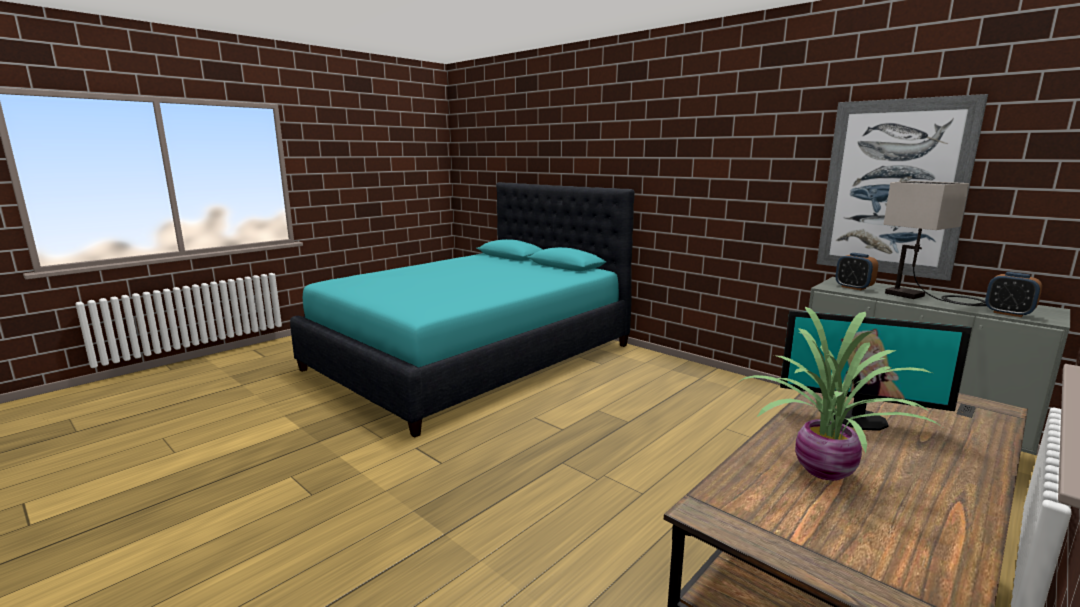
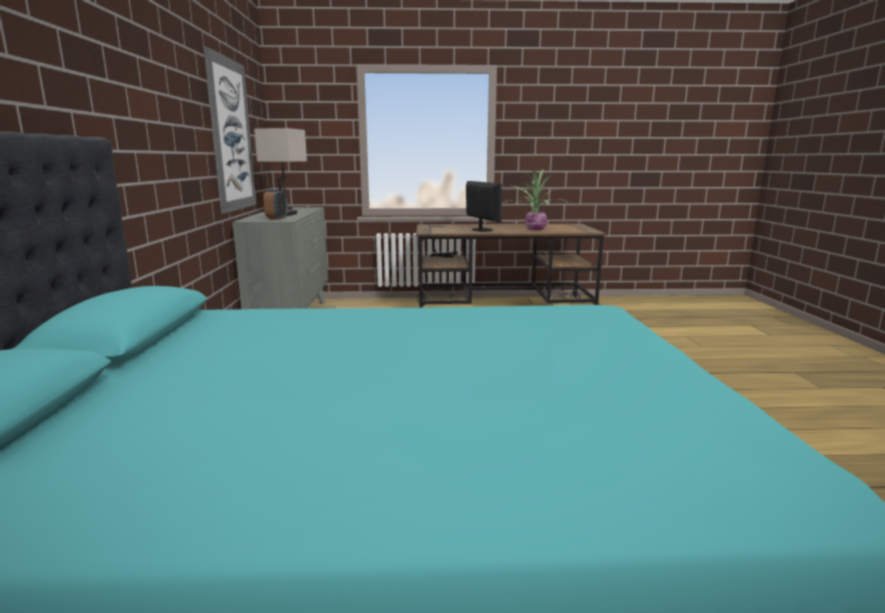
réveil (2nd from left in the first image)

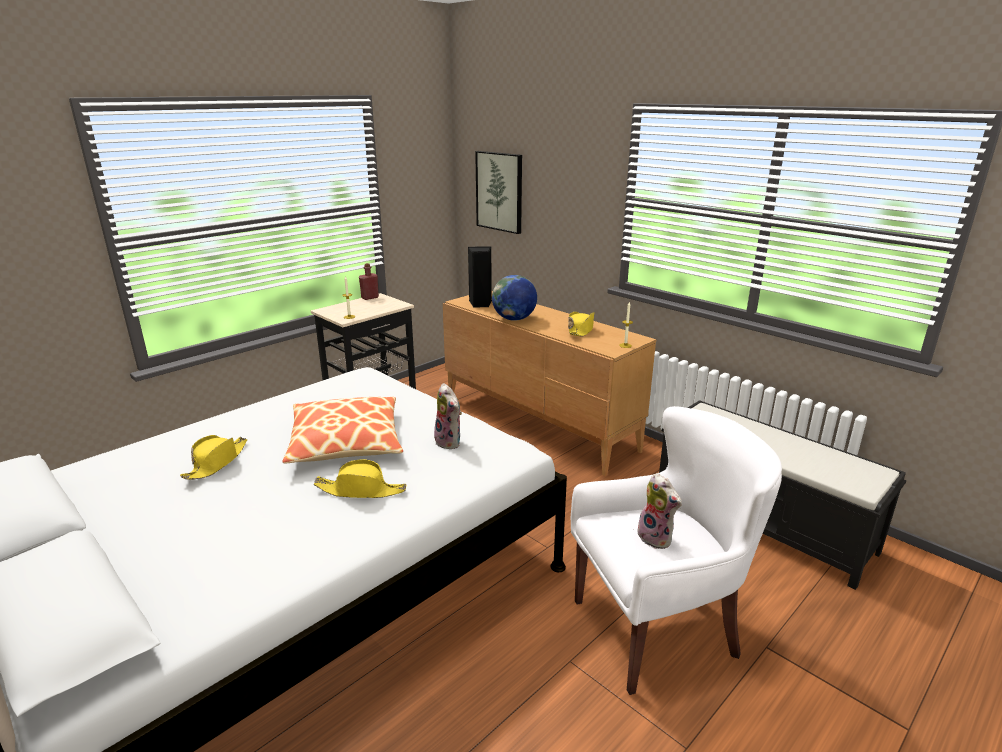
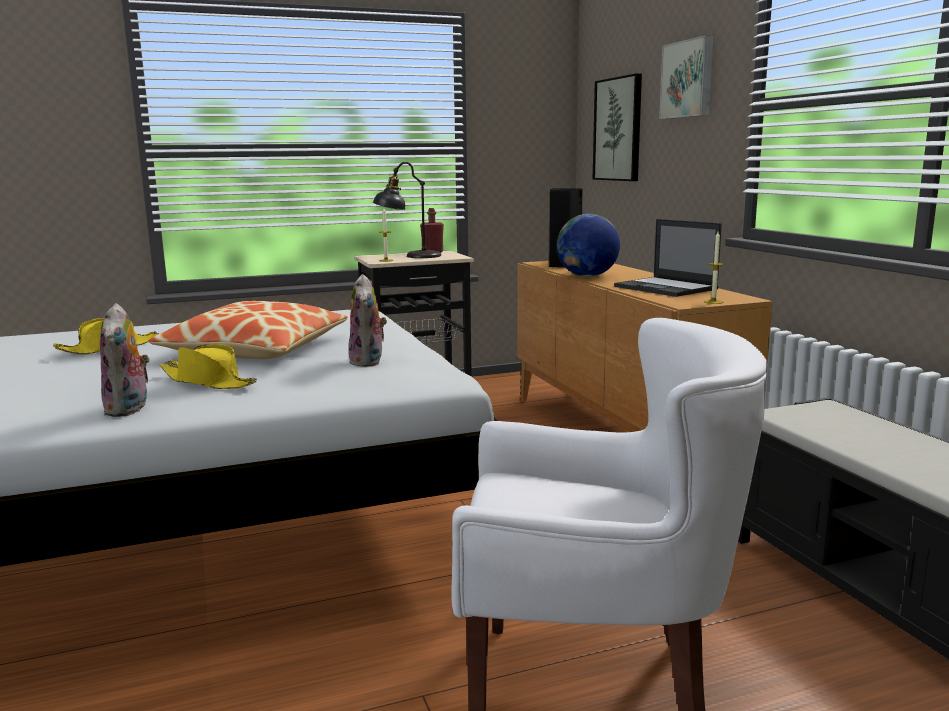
lampe de table [gris]; tableau (2nd from left); peluche (1st from left); ordinateur portable

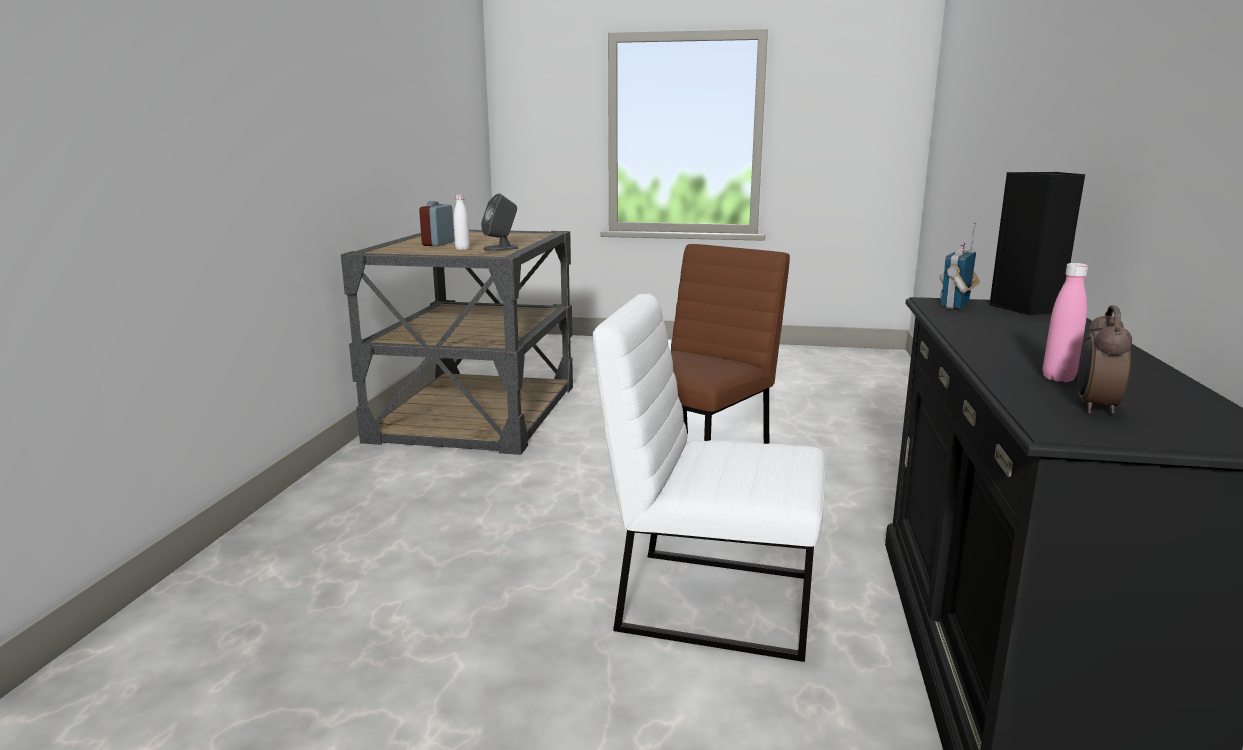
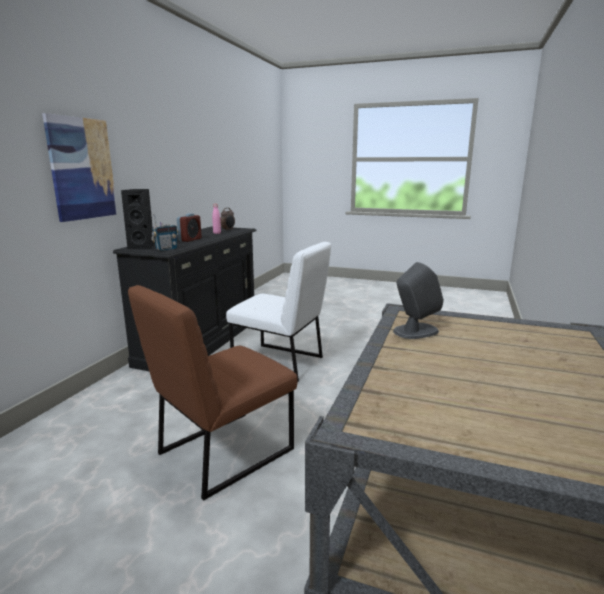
bouteille [blanc]; tableau; réveil (1st from left)

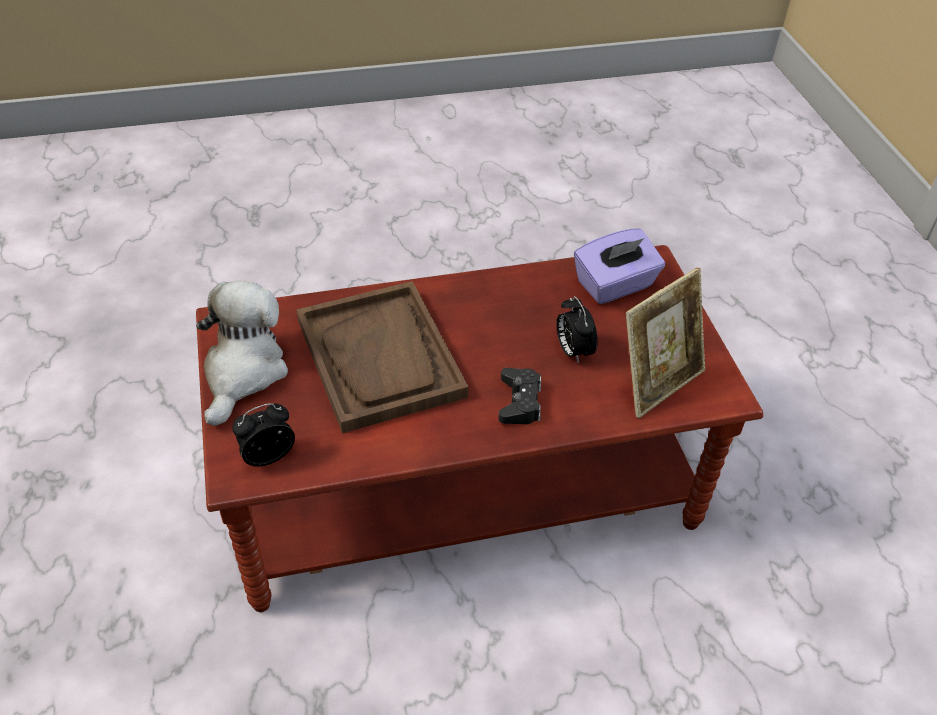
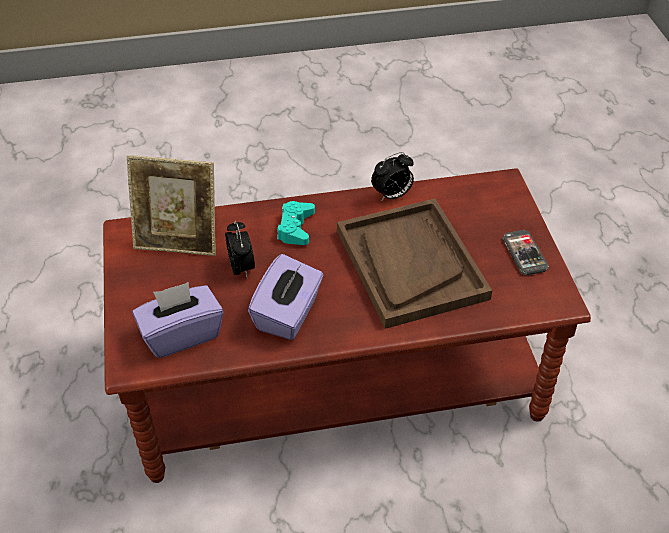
boîte à mouchoirs [violet] (2nd from left); réveil (2nd from left); téléphone; manette [turquoise]; cadre photo

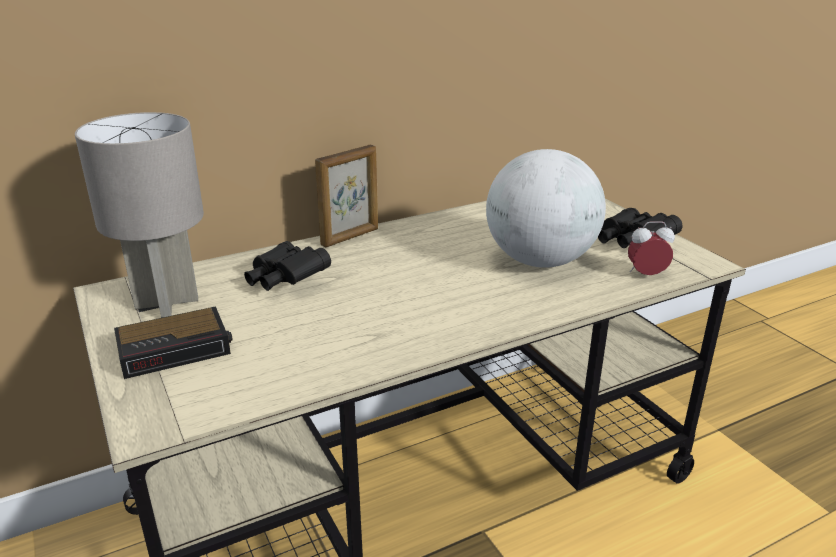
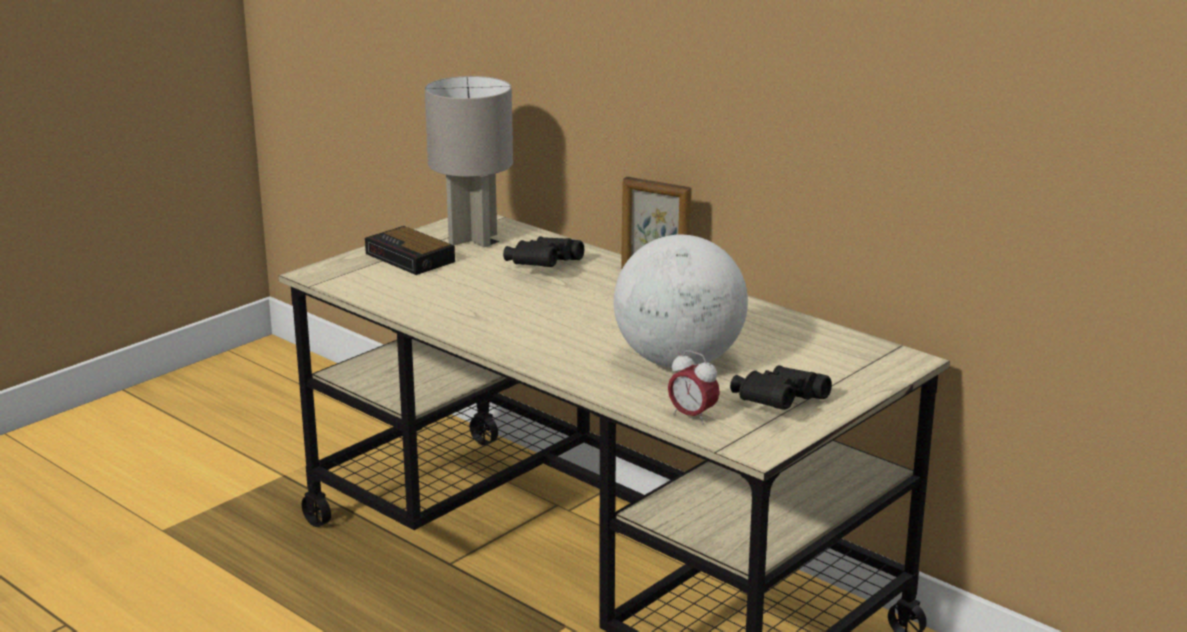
réveil (2nd from left)

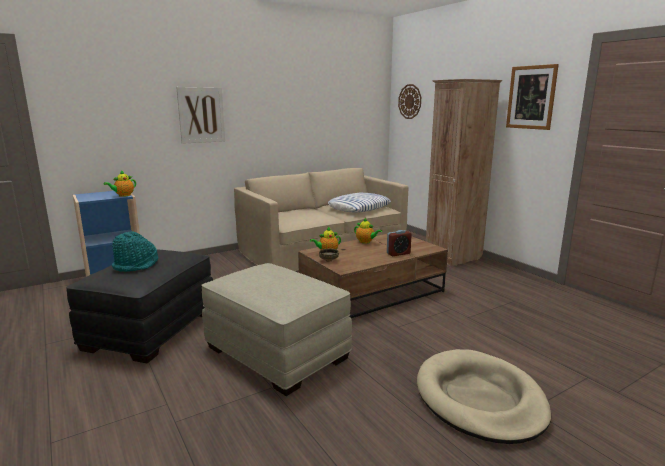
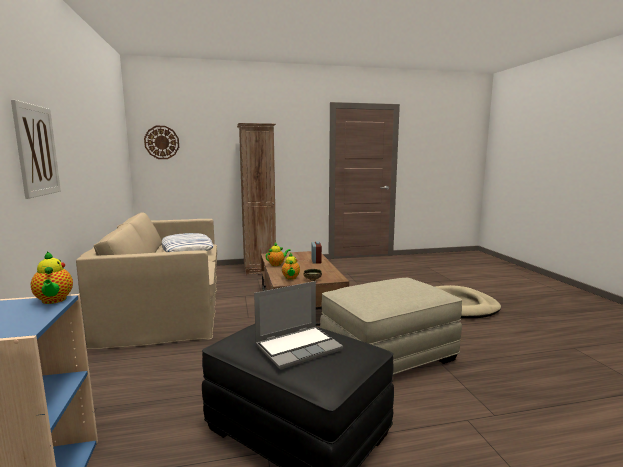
tableau (2nd from left in the first image); ordinateur portable

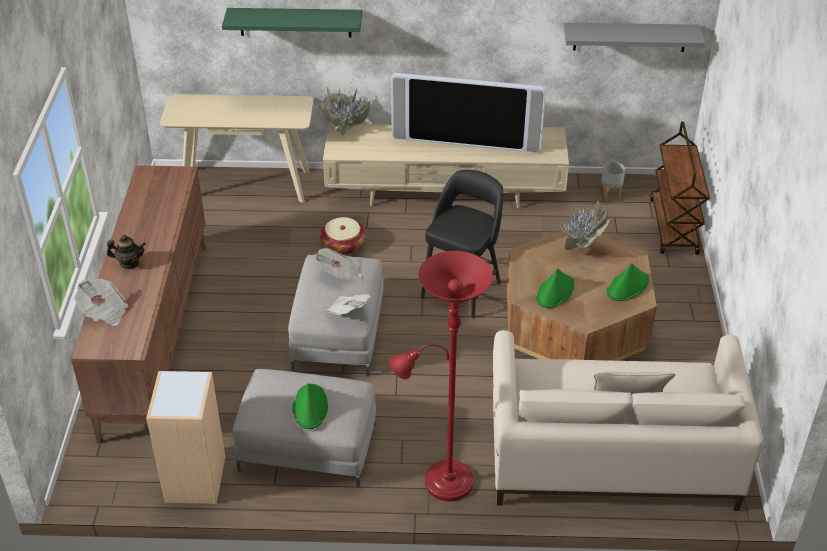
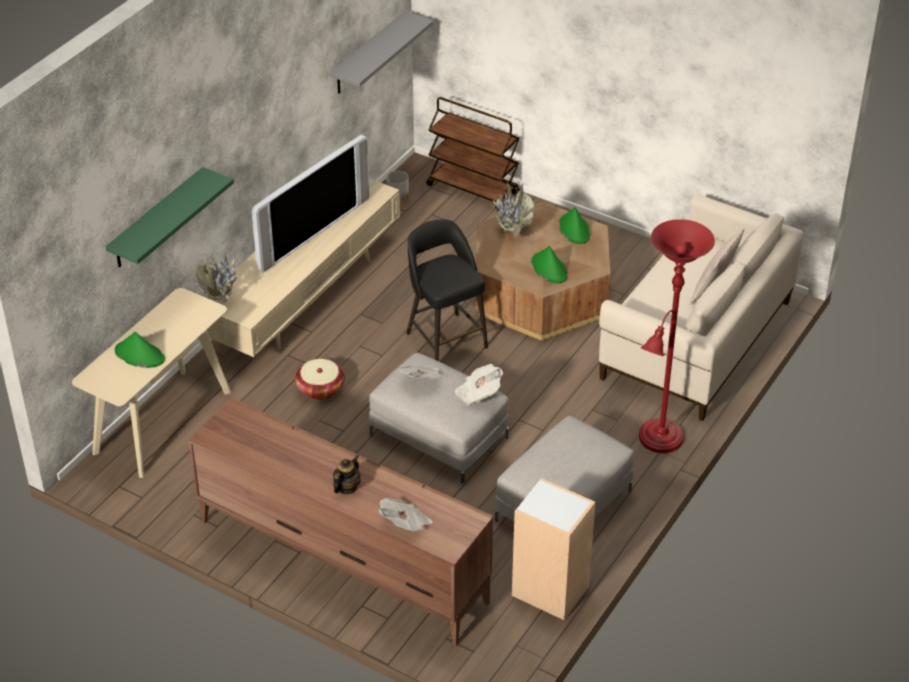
chapeau [vert] (1st from left)

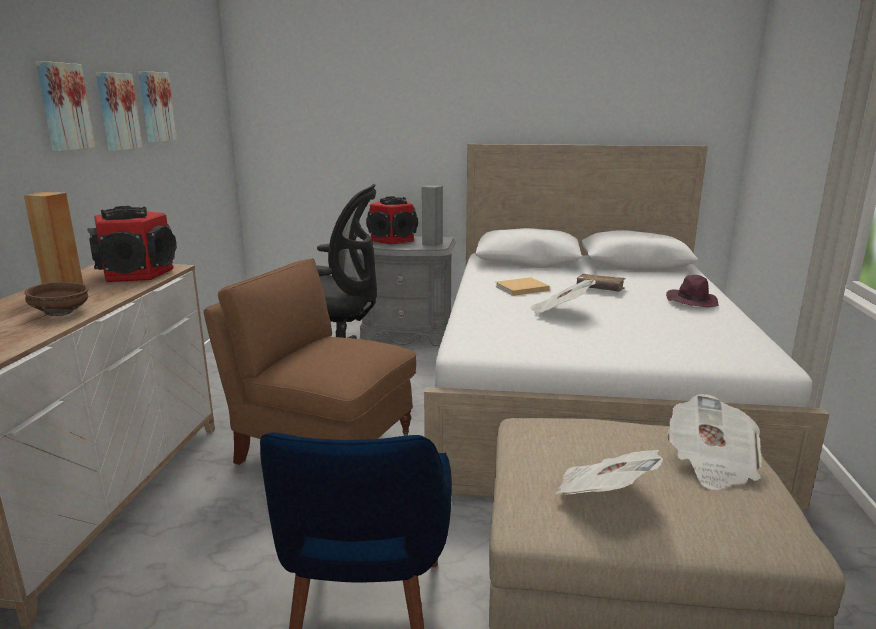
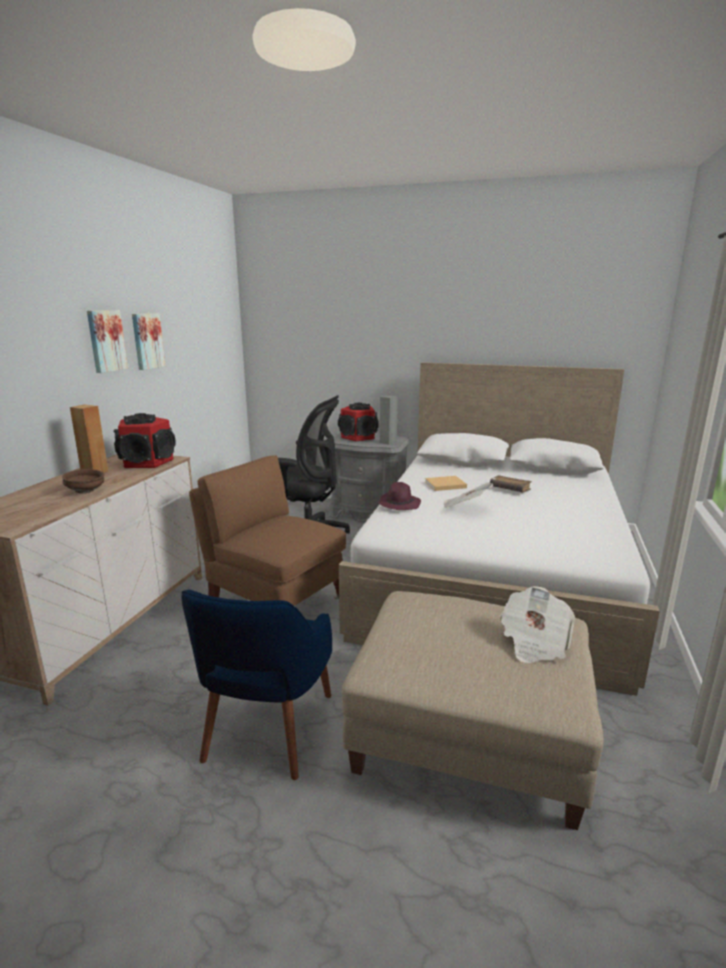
tableau (3rd from left in the first image); journal (2nd from left in the first image); chapeau [violet]

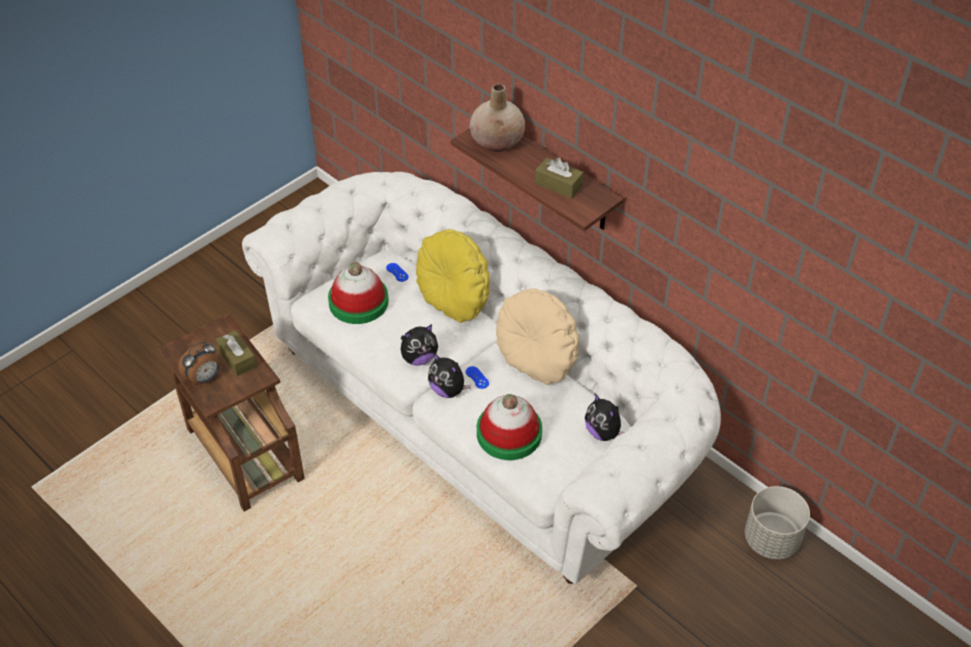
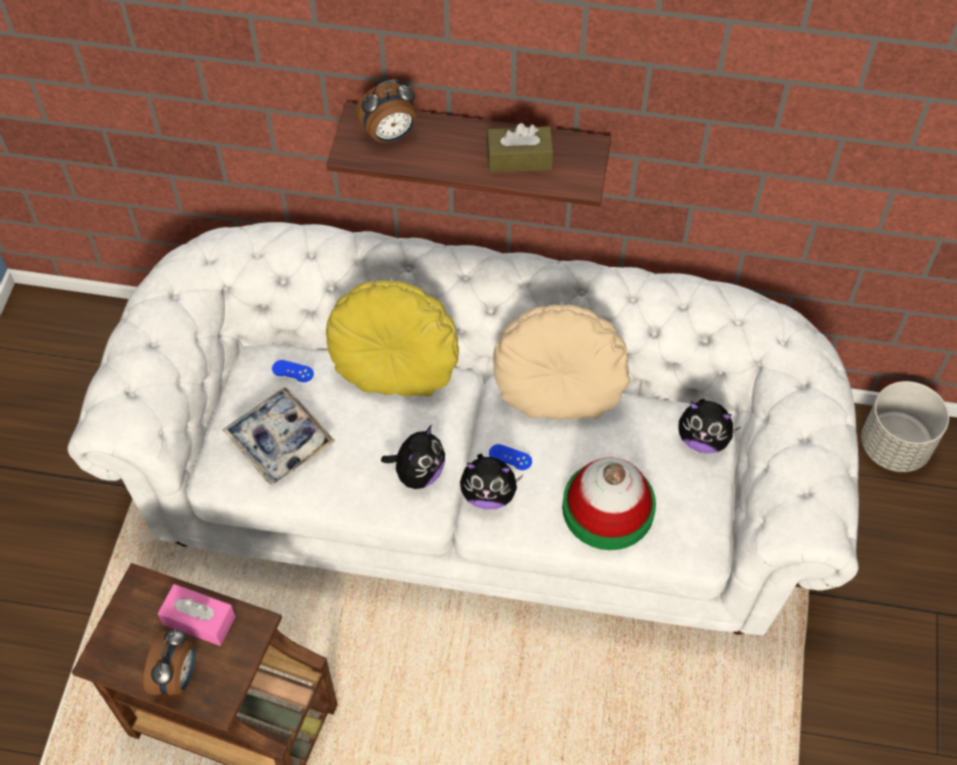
plateau; réveil (2nd from left); boîte à mouchoirs [rose]

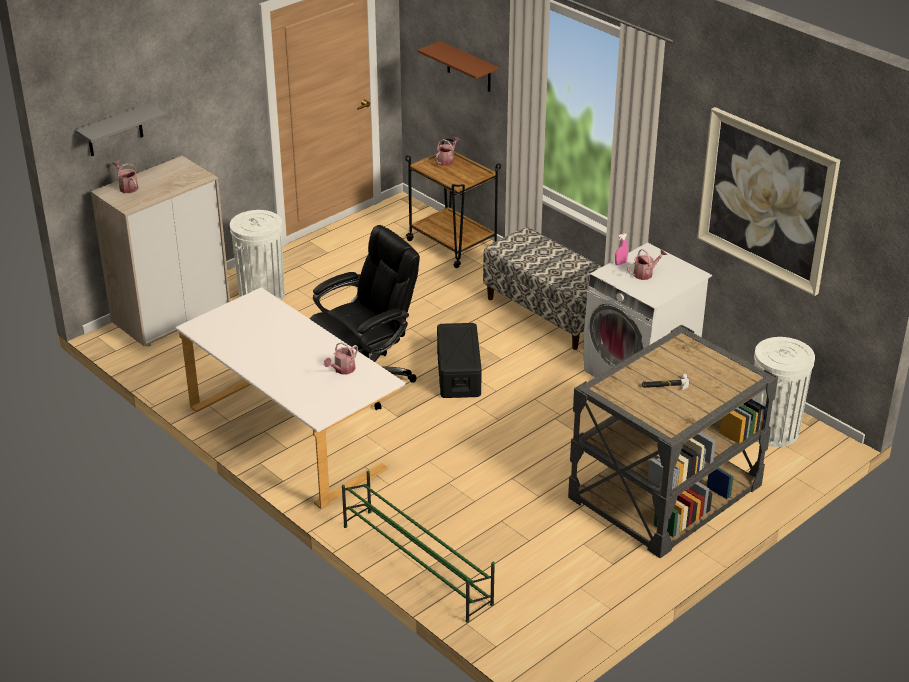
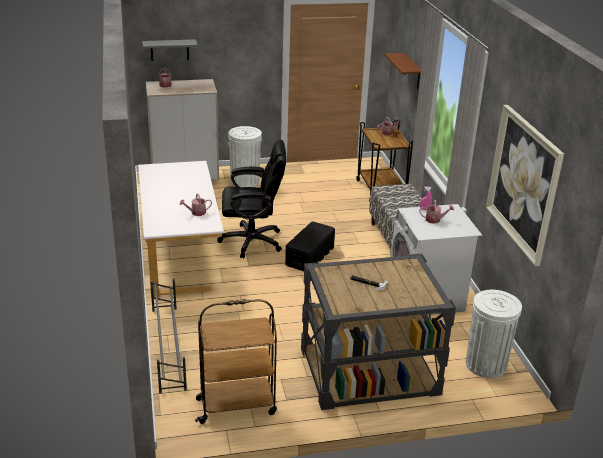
chariot [marron] (1st from left); étagère à chaussures [gris]

